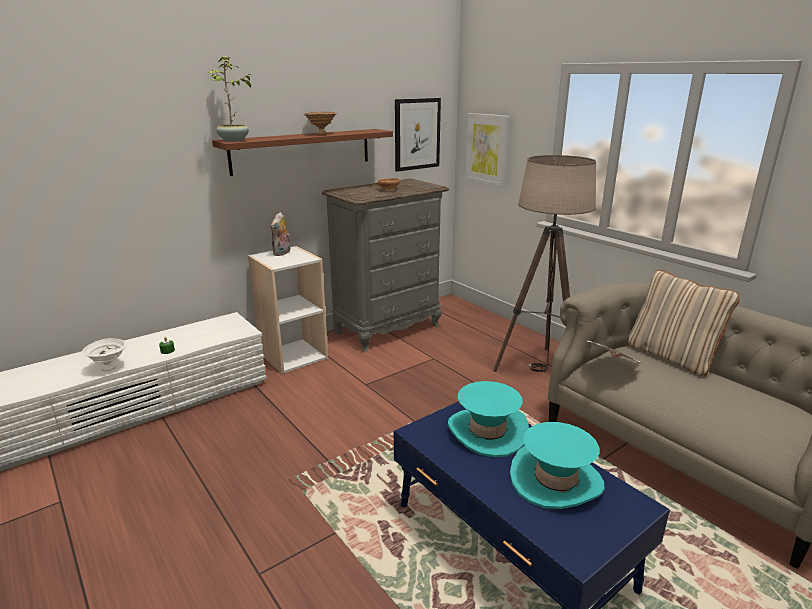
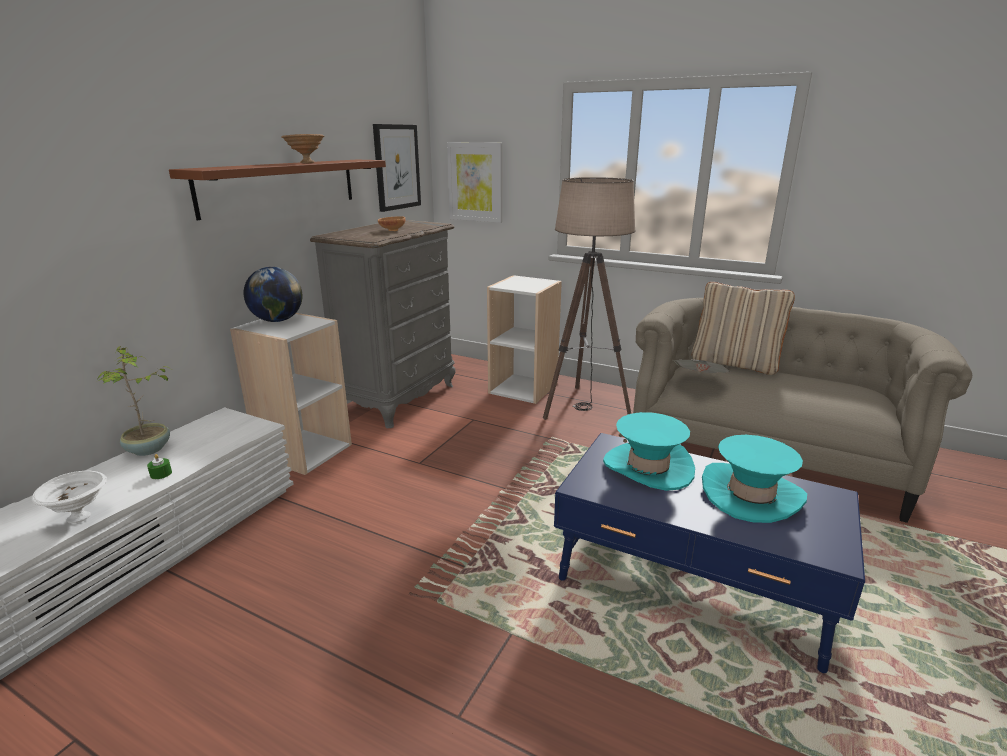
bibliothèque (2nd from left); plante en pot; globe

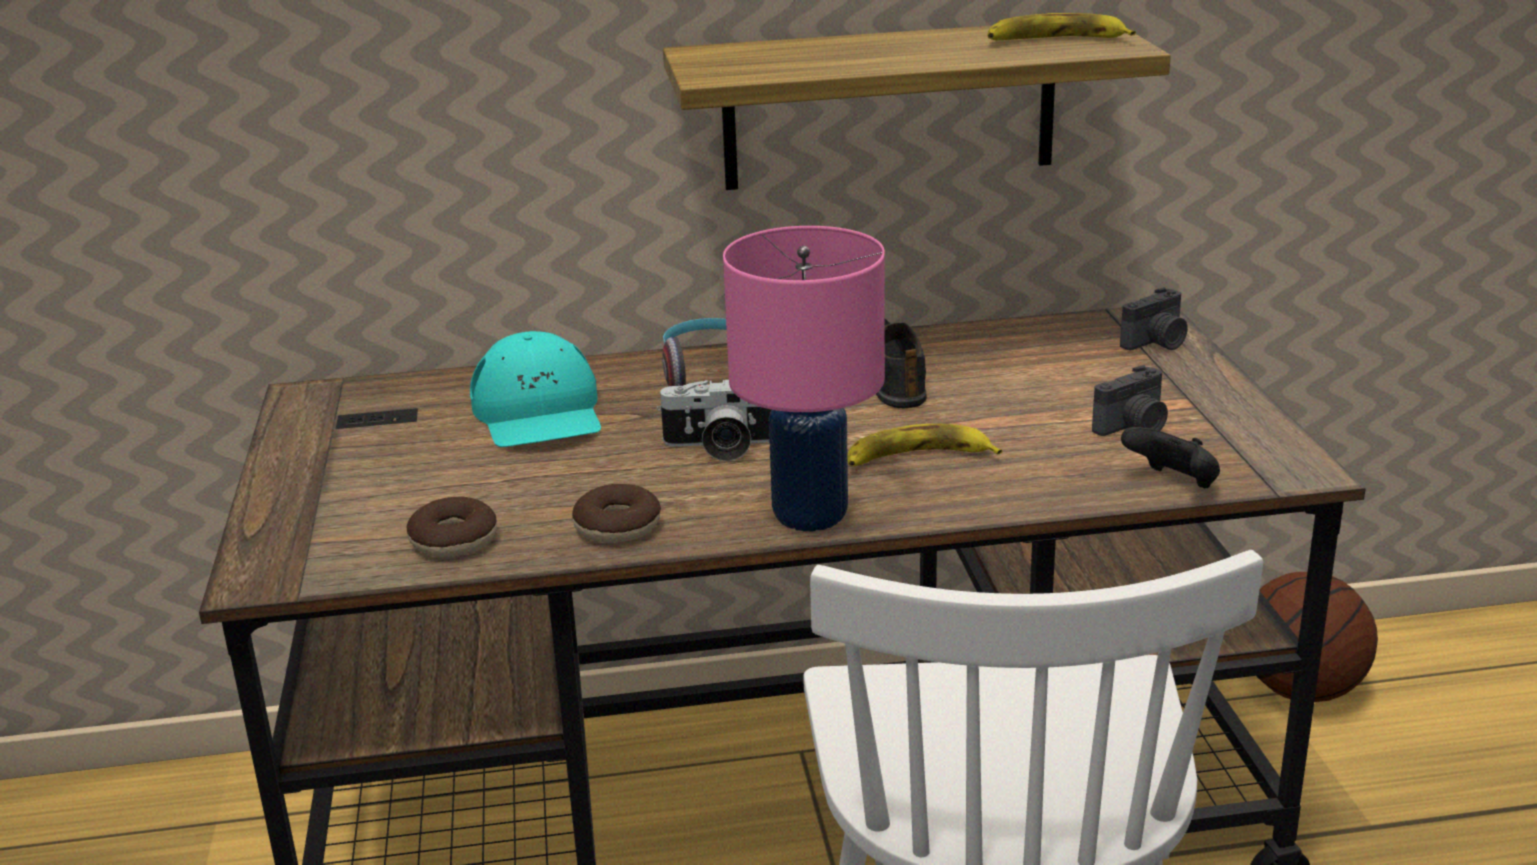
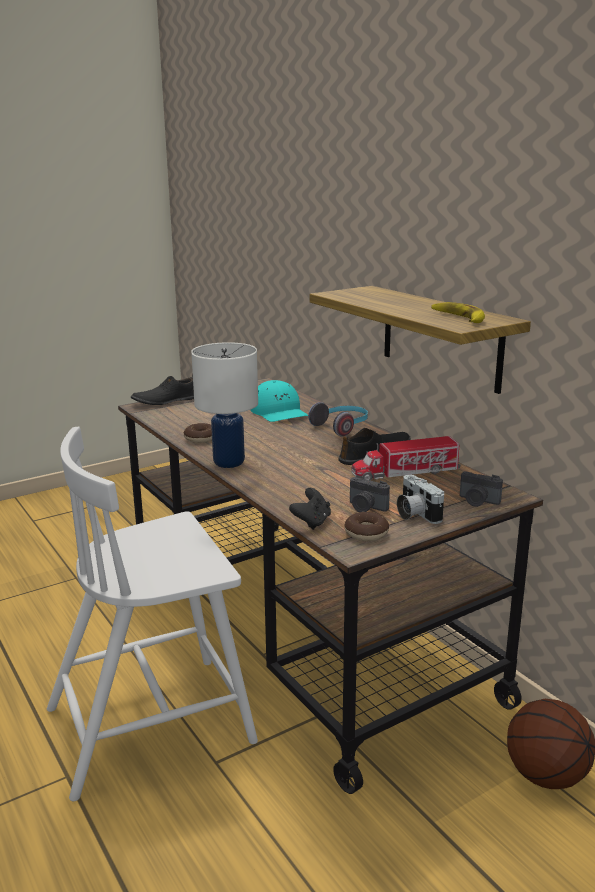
banane (1st from left in the first image); chaussure [noir] (1st from left); camion jouet; beignet (2nd from left); appareil photo (2nd from left); lampe de table [blanc]; casquette [turquoise]

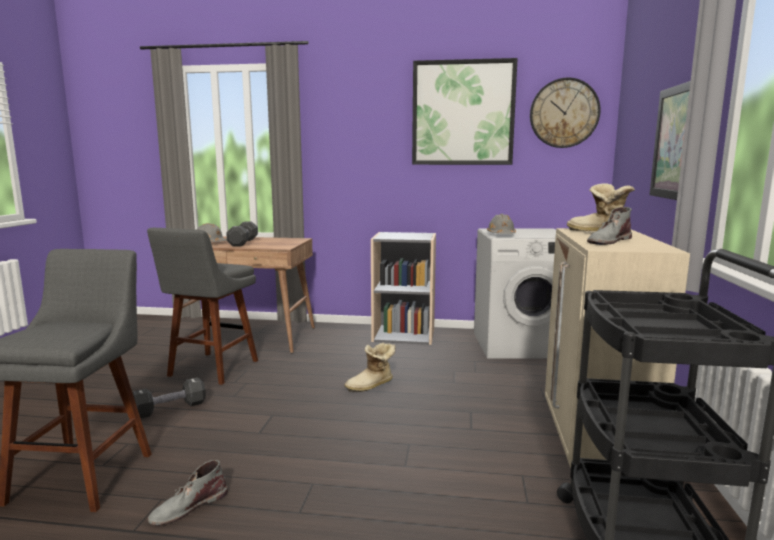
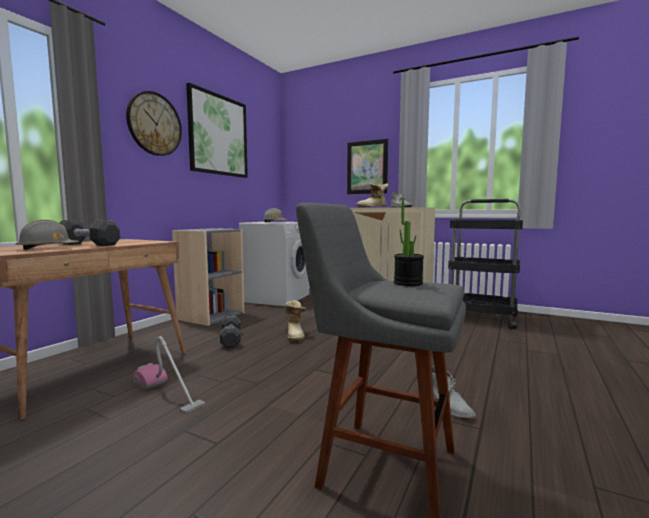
plante en pot; haltère [noir] (2nd from left); horloge murale; aspirateur

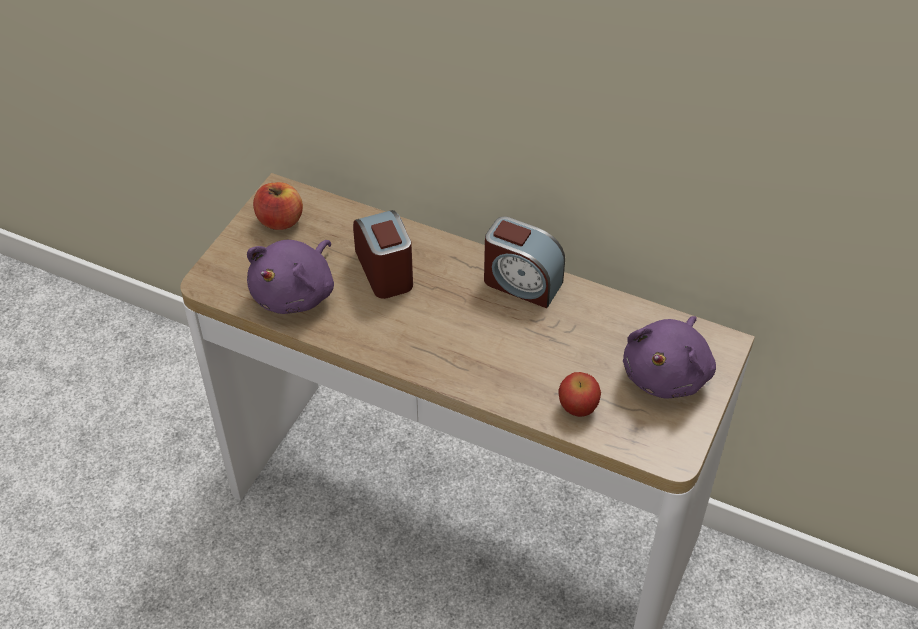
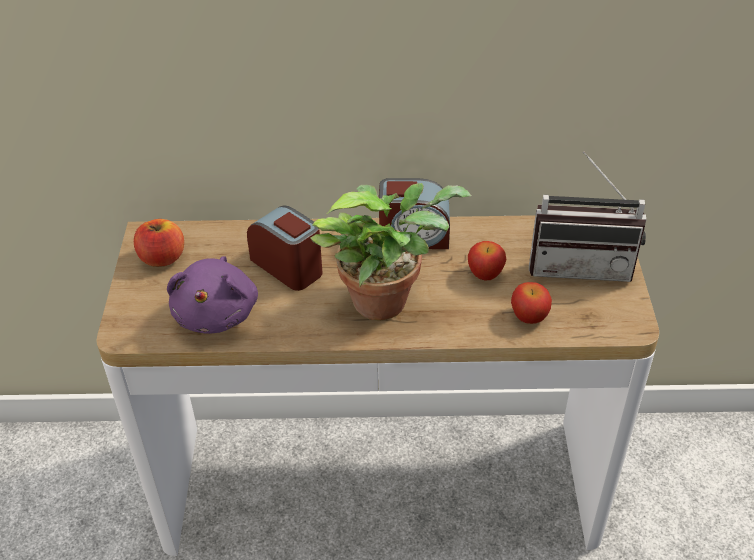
plante en pot; pomme (2nd from left); radio

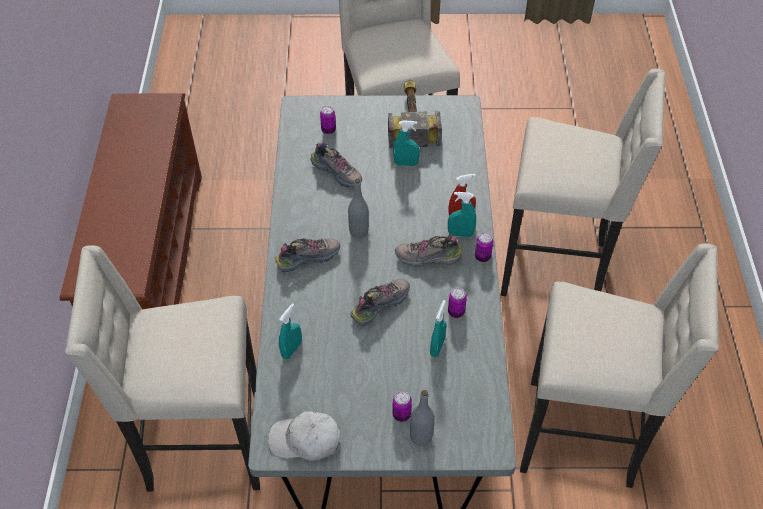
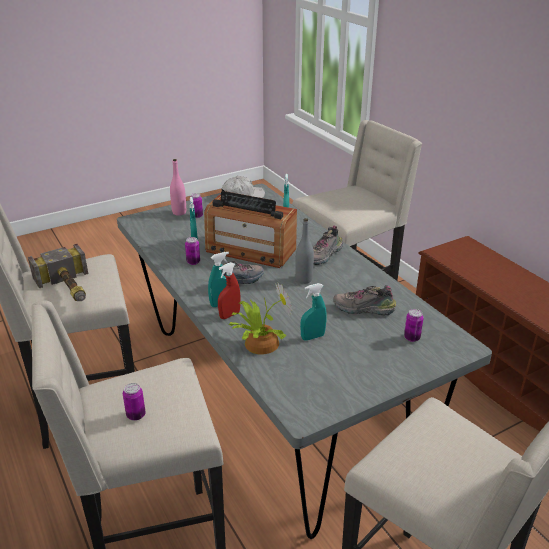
plante en pot; marteau; boîte métallique (1st from left); radio; bouteille [rose]

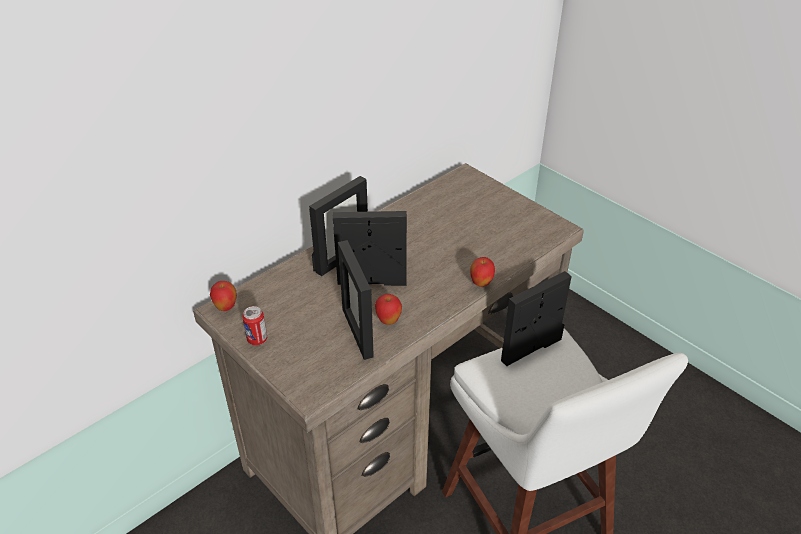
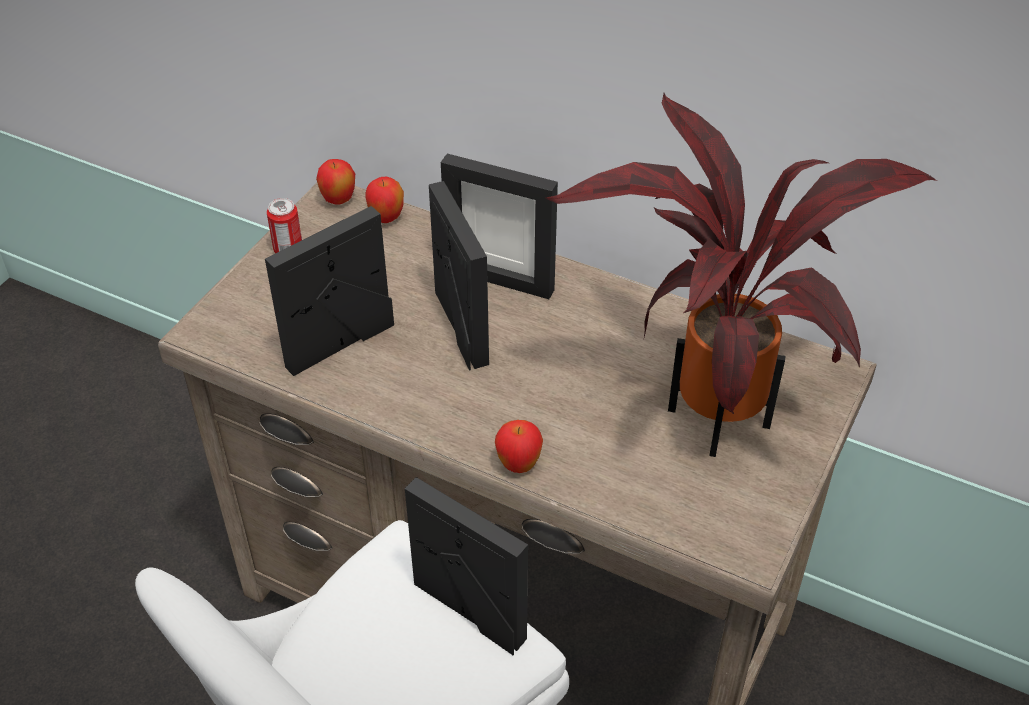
plante en pot; pomme (2nd from left)

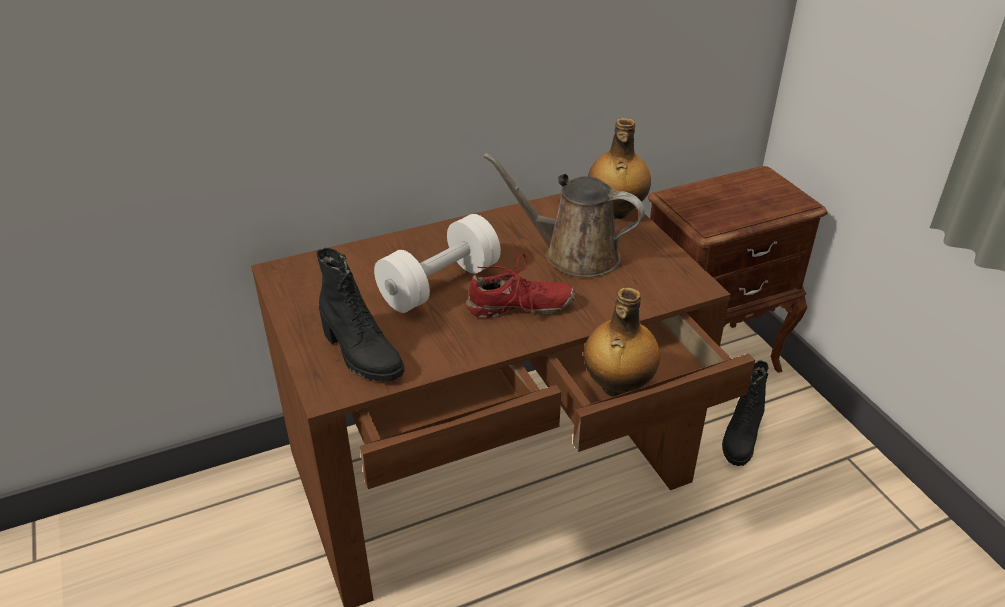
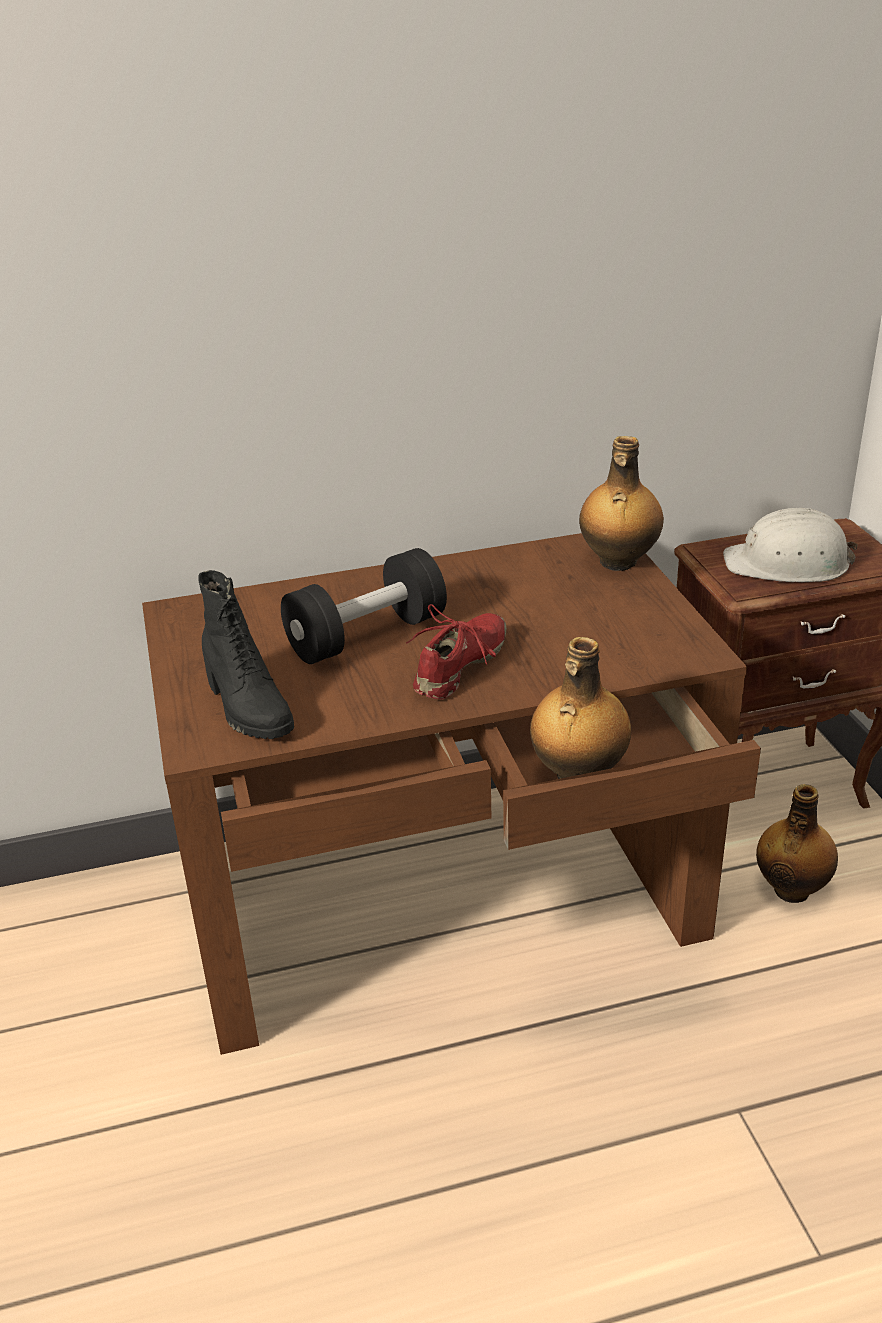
arrosoir [marron]; casque de chantier [blanc]; bouteille (3rd from left); haltère [noir]; chaussure [rouge]

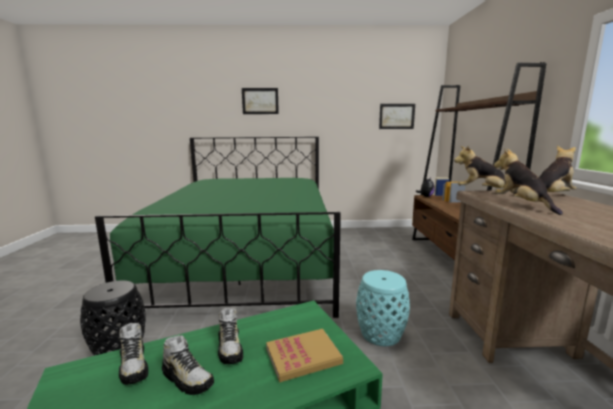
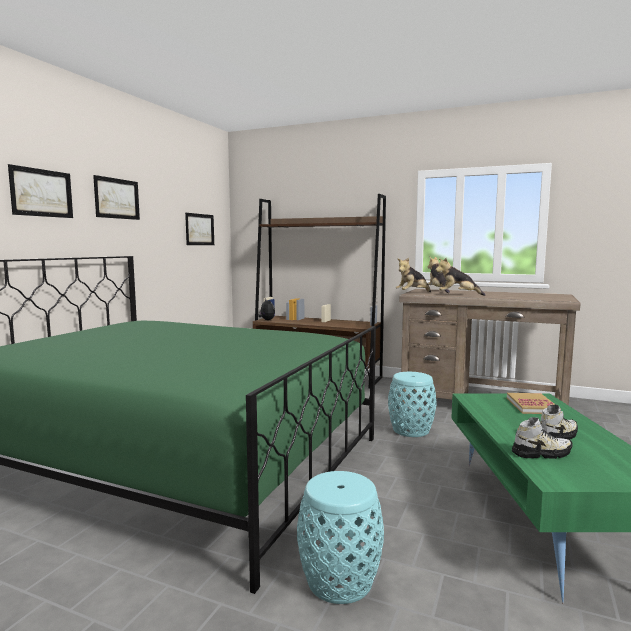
chaussure (3rd from left in the first image); tableau (2nd from left); tabouret [turquoise] (1st from left)

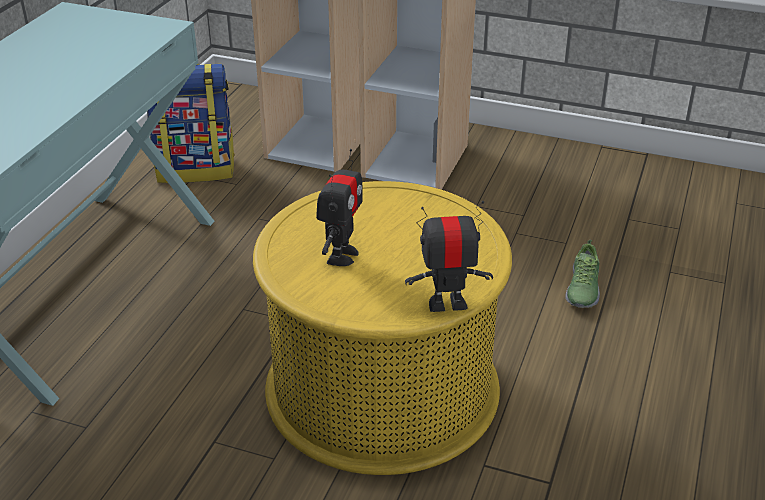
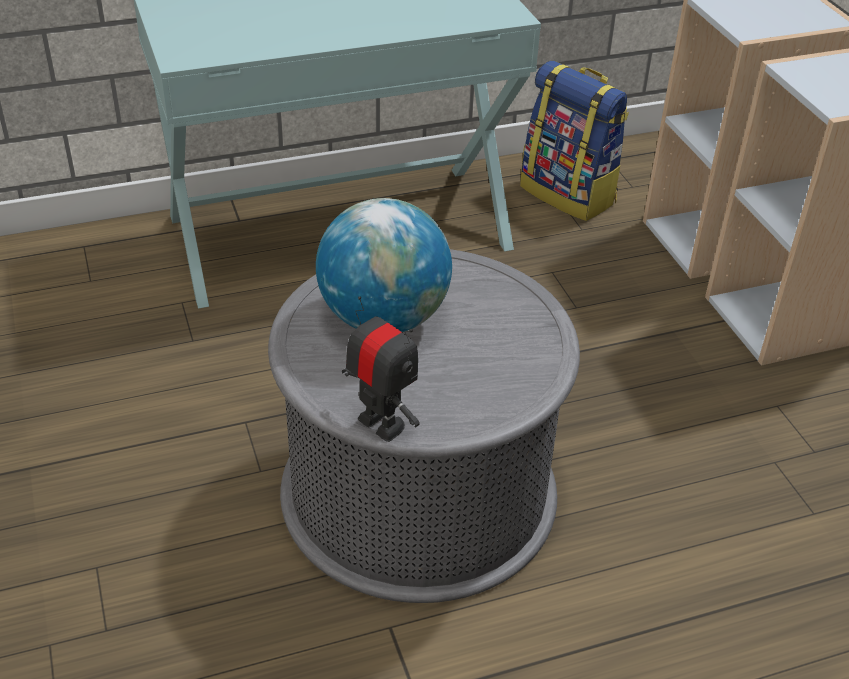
chaussure; globe; table basse [gris]

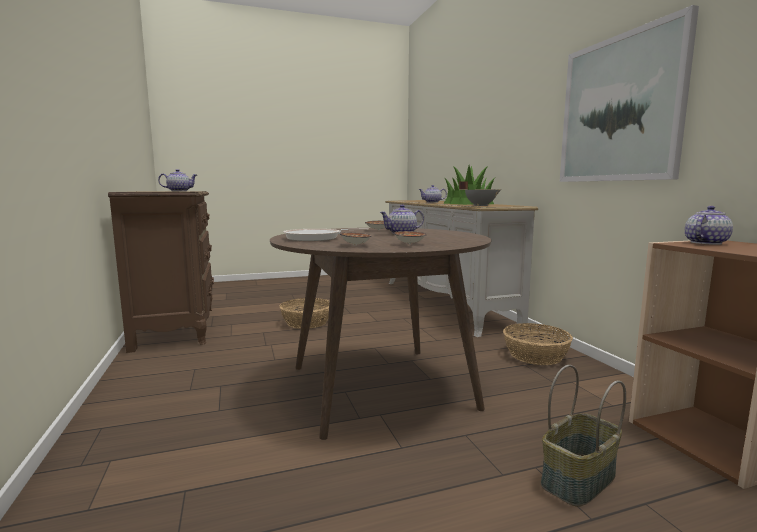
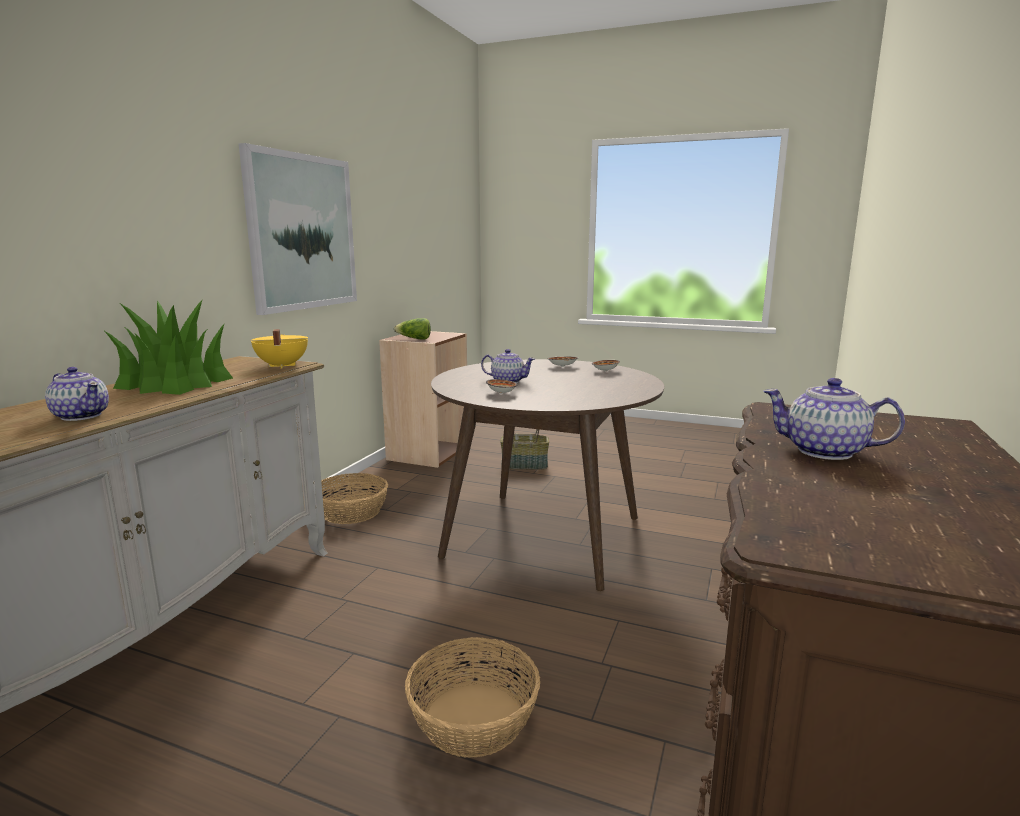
poêle; laitue; marmite [jaune]

